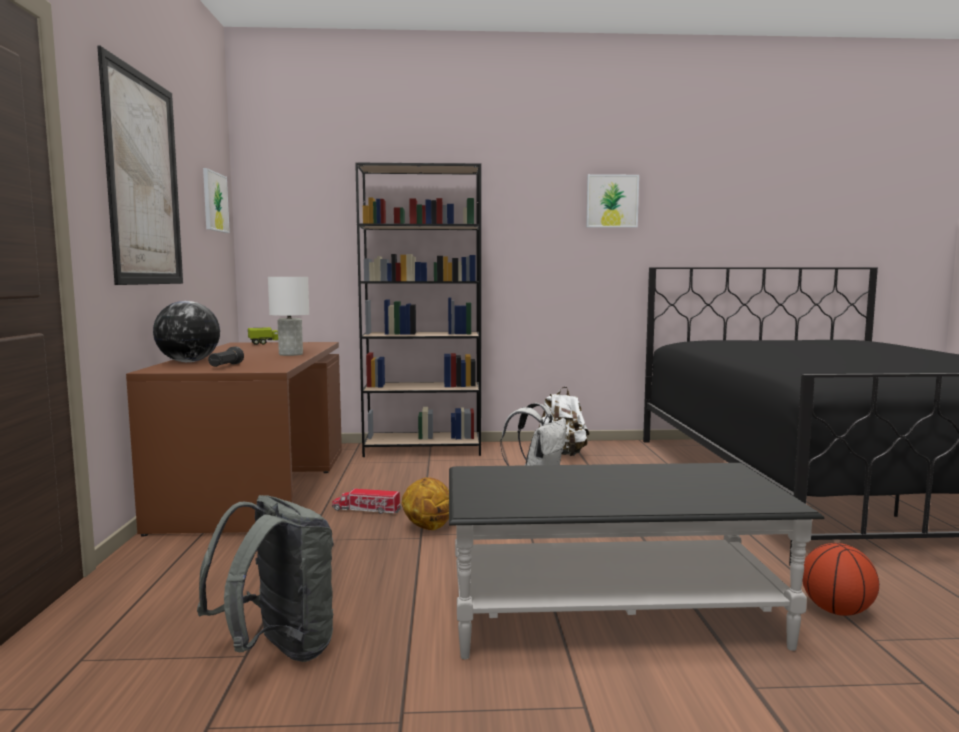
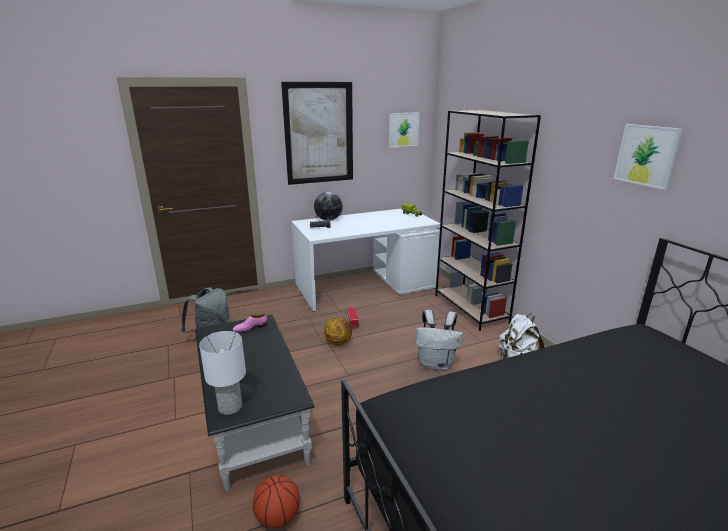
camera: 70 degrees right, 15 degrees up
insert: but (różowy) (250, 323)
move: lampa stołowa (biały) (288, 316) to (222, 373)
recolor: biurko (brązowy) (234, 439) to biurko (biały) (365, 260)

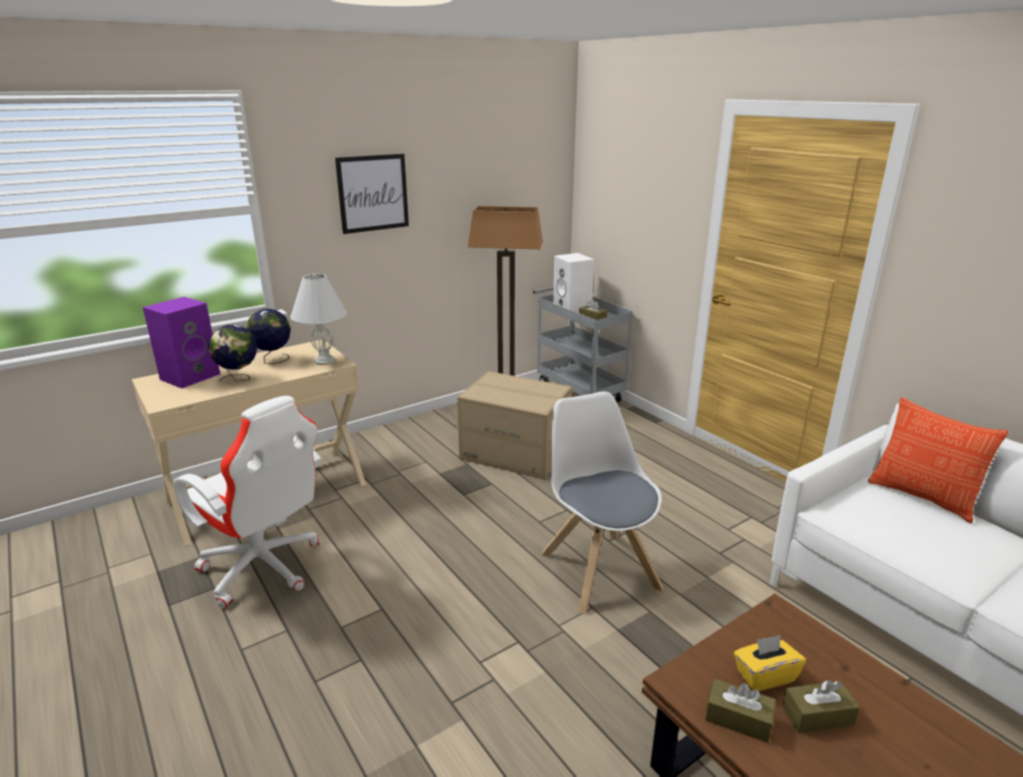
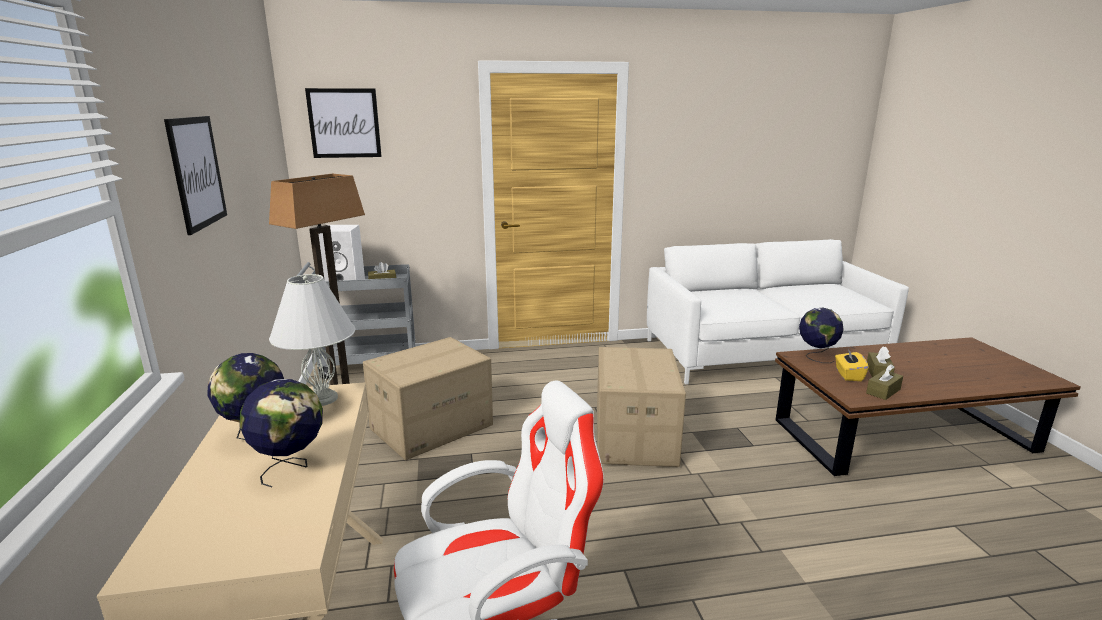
camera: 65 degrees left, 5 degrees down
delete: głośnik (fioletowy) (181, 342); poduszka (pomarańczowy) (938, 460)
insert: obraz (343, 123); globus (821, 335)
replace: krzesło (602, 502) to karton (641, 407)

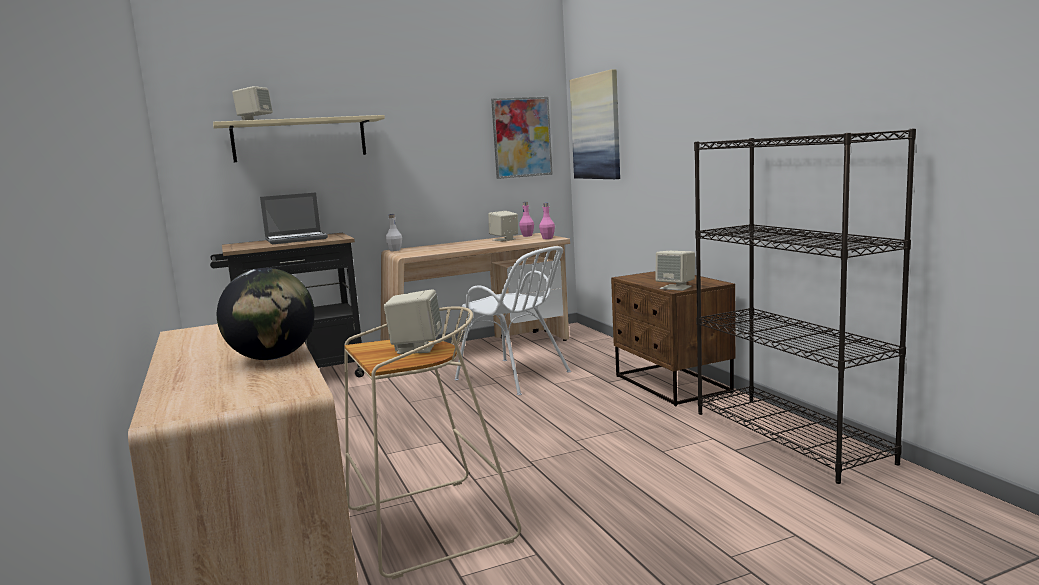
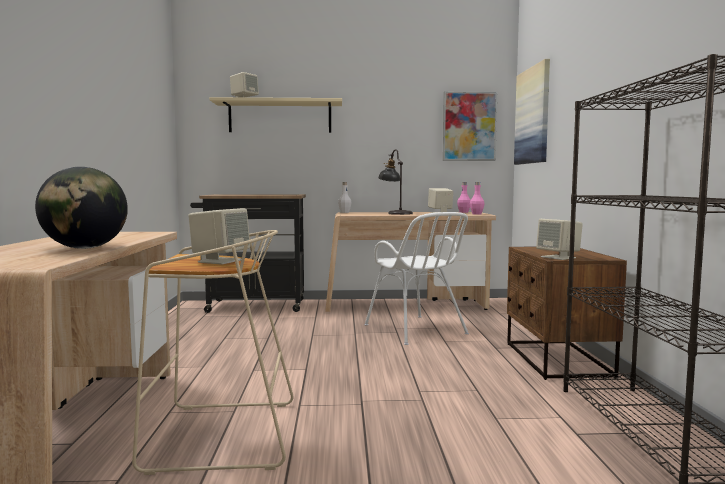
camera: 20 degrees right, 5 degrees down
delete: laptop (294, 218)
insert: lampa stołowa (szary) (395, 182)

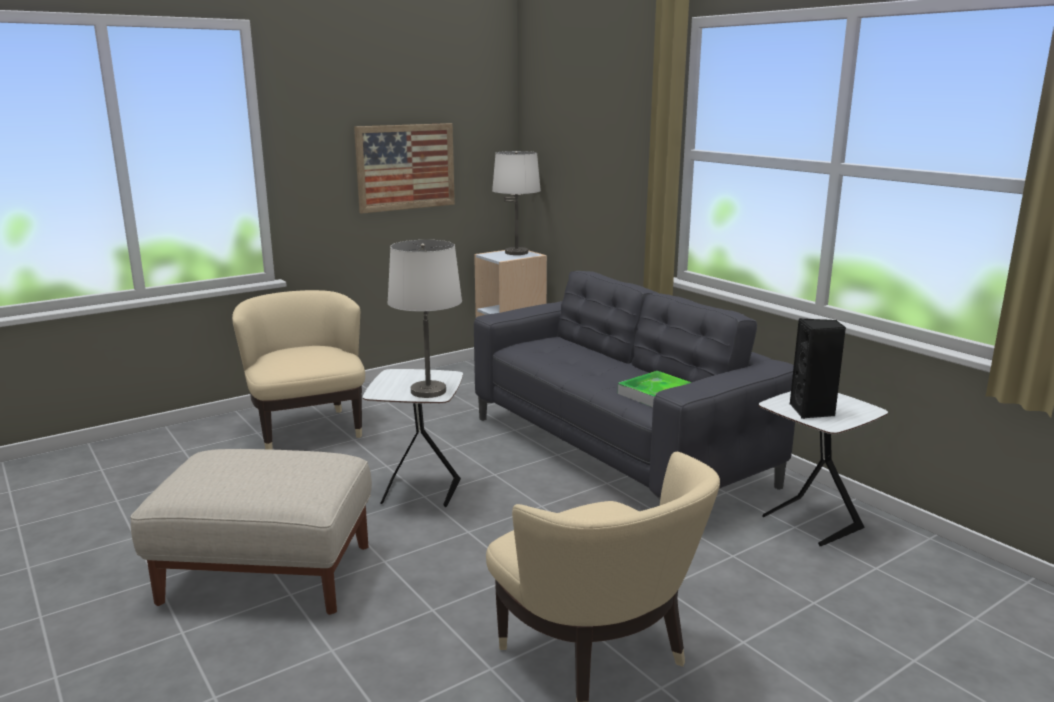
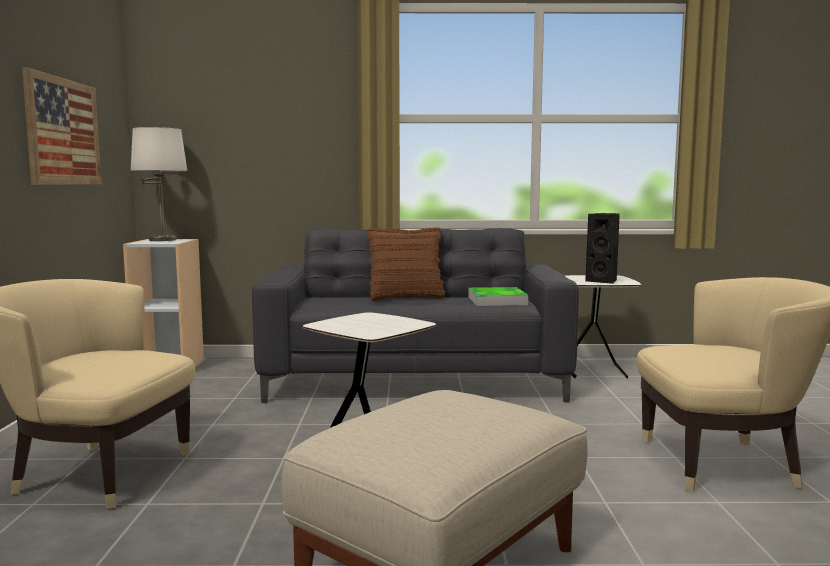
camera: 55 degrees left, 10 degrees down
delete: lampa stołowa (biały) (424, 319)
insert: poduszka (brązowy) (406, 264)

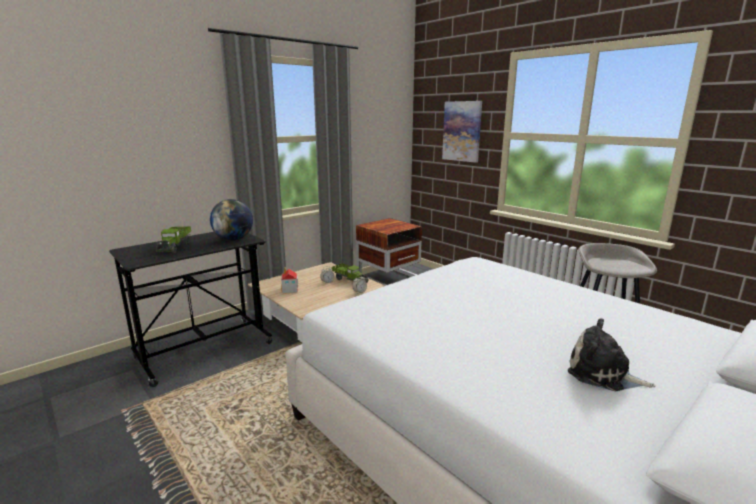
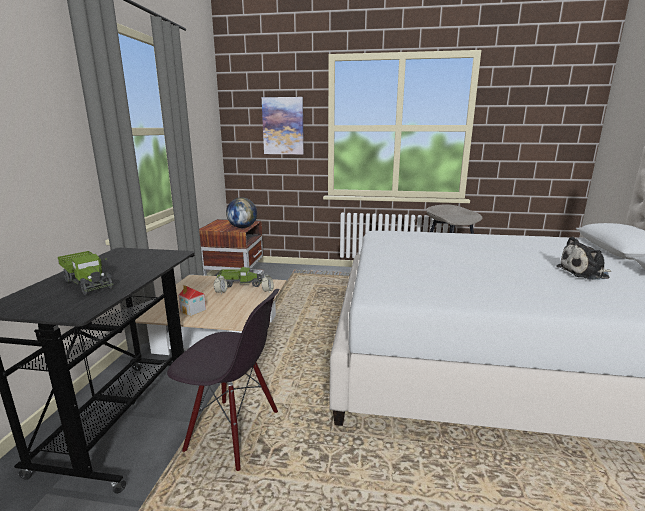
camera: 40 degrees left, 0 degrees up
insert: krzesło (czarny) (223, 380)
move: globus (231, 219) to (241, 213)

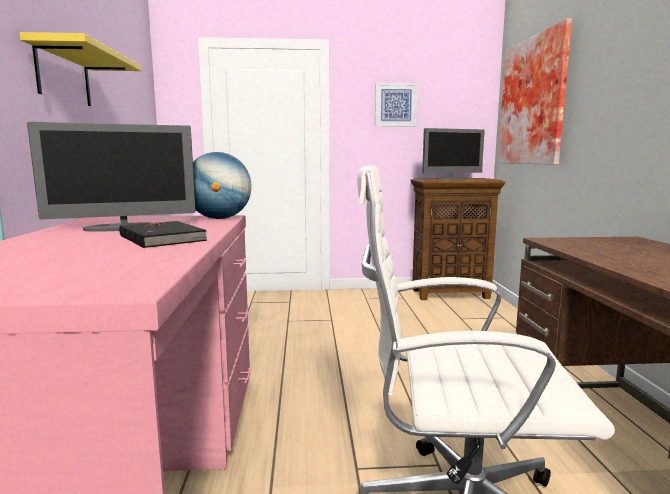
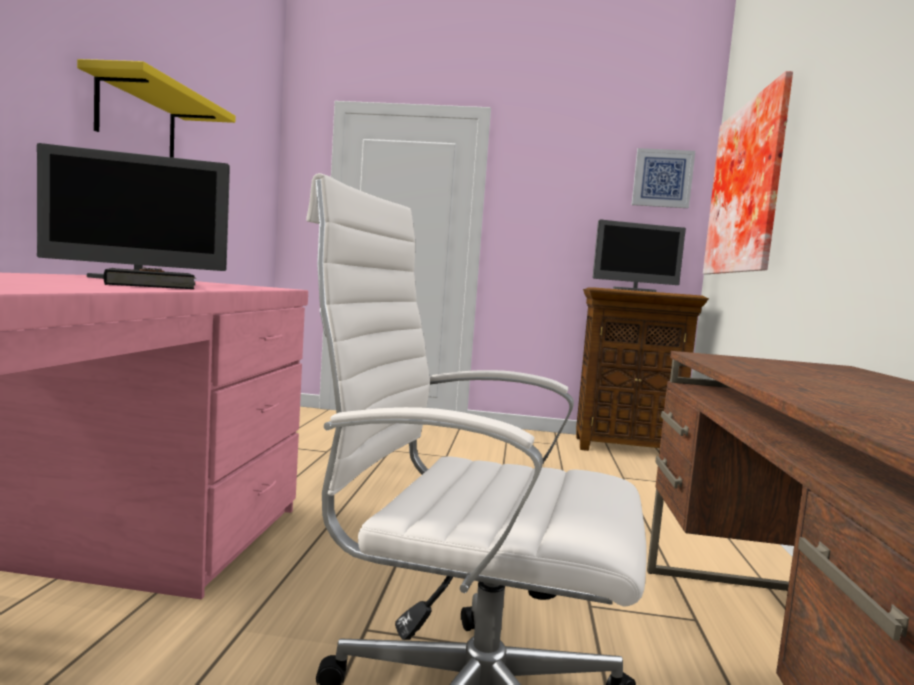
camera: 10 degrees right, 5 degrees down
delete: globus (222, 185)
move: obraz (396, 105) to (663, 178)

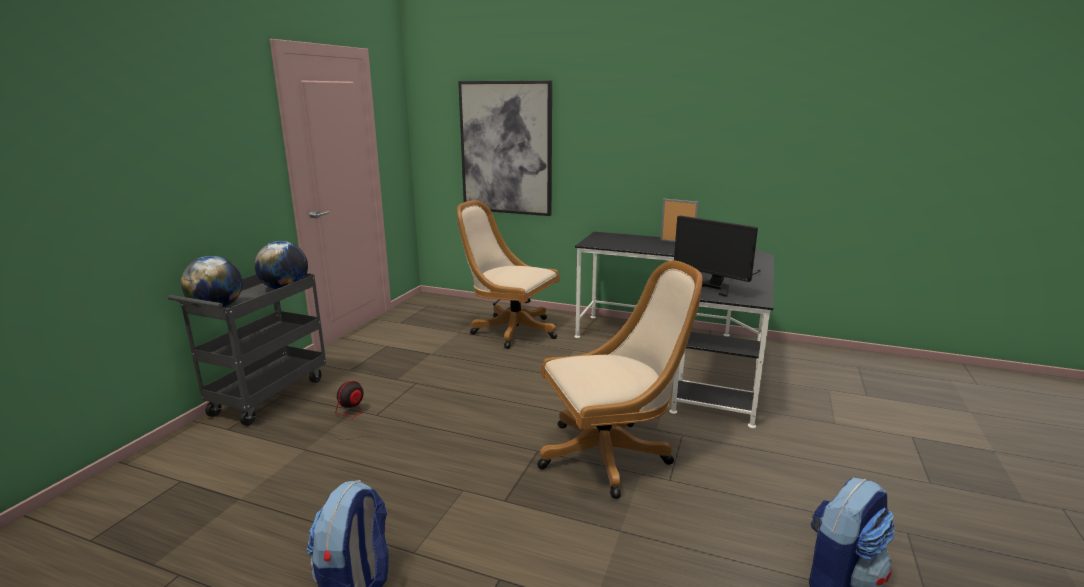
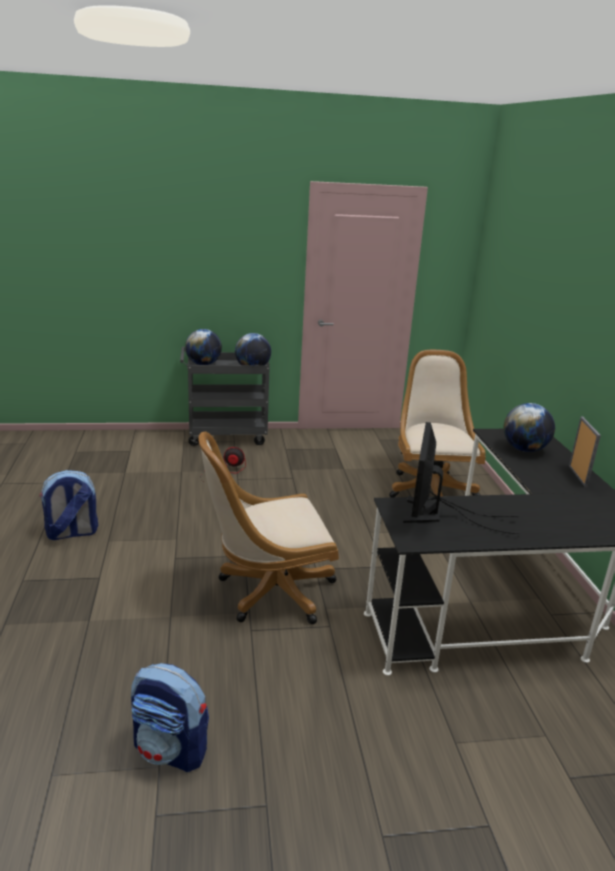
camera: 60 degrees right, 5 degrees up
delete: obraz (505, 148)
insert: globus (529, 427)
rotate: krzesło biurowe (620, 380) = (268, 528) 120 degrees clockwise

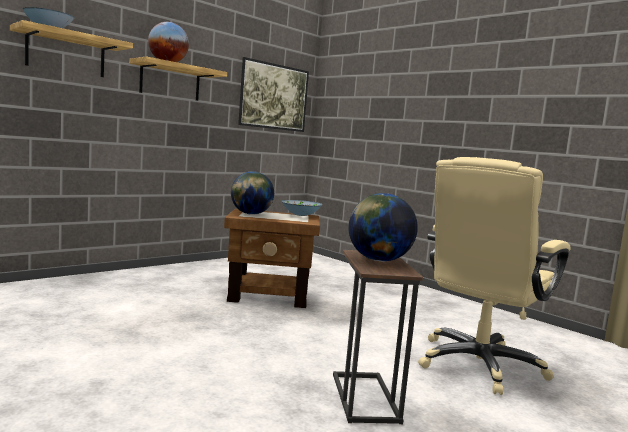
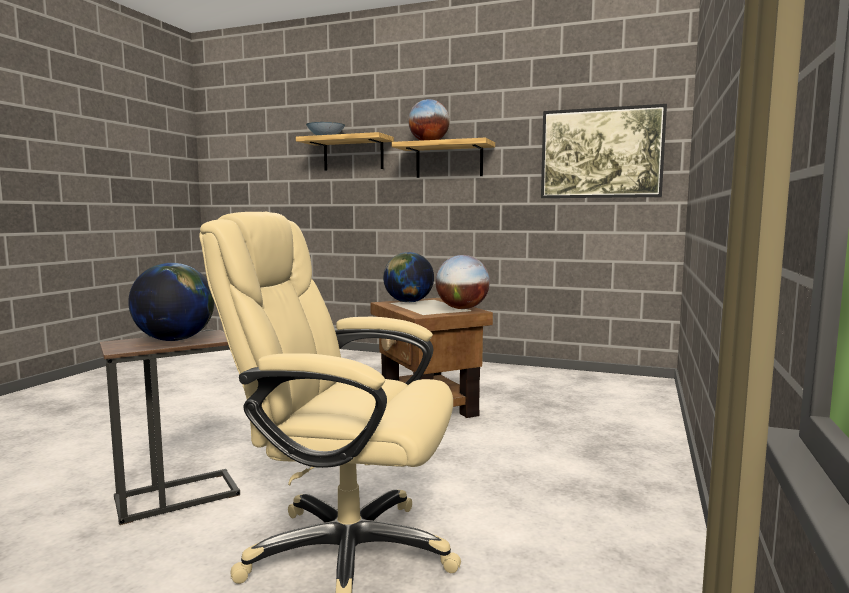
camera: 65 degrees right, 0 degrees up
replace: miska (302, 208) to globus (462, 282)

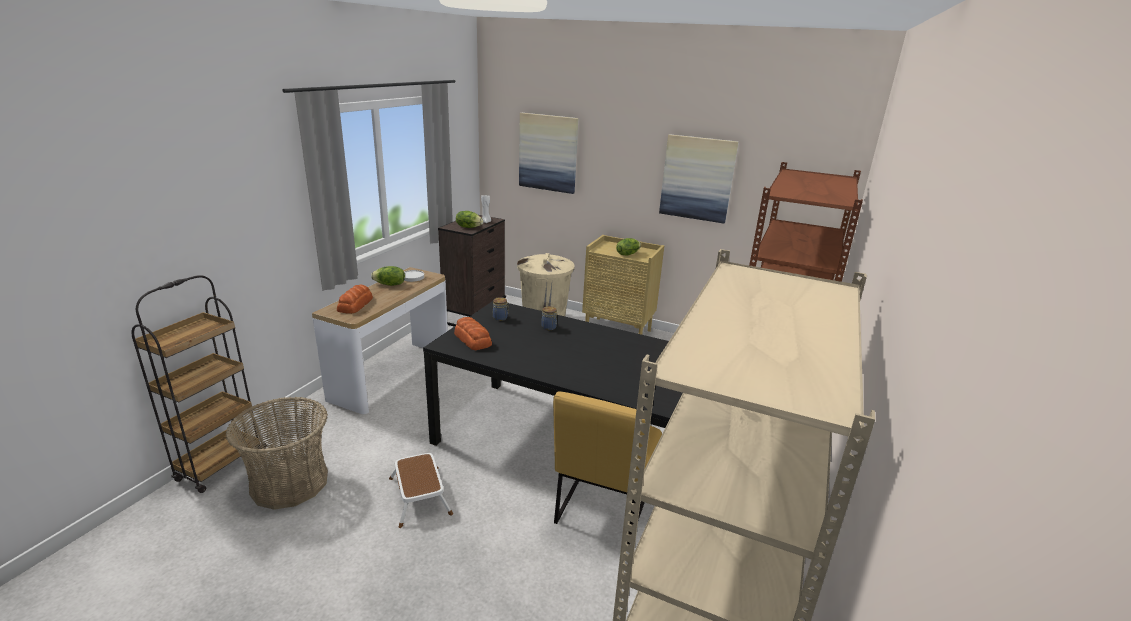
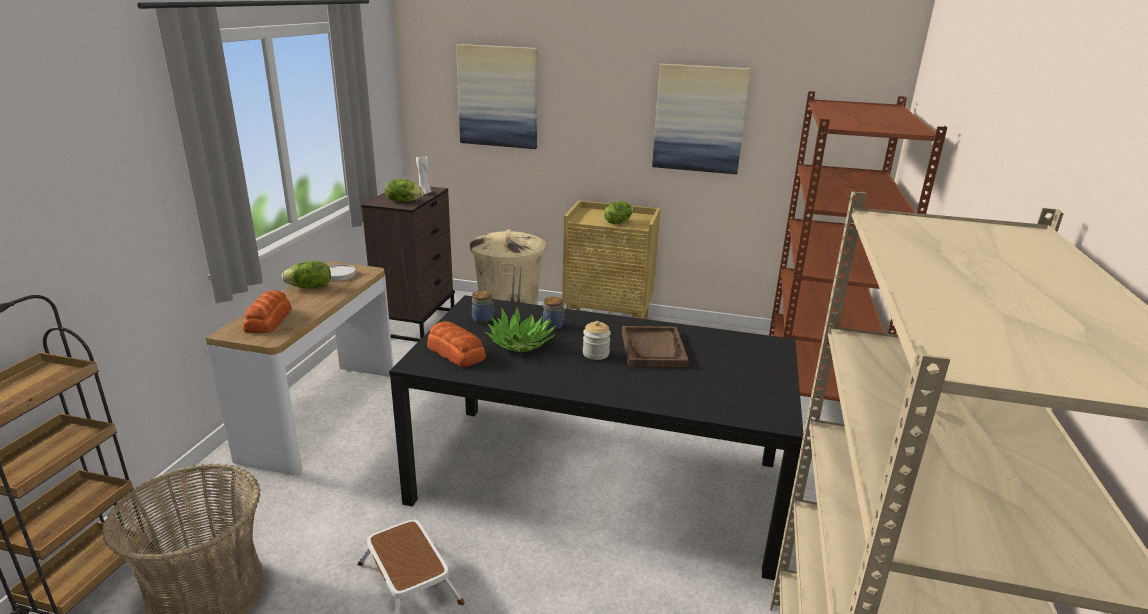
camera: 10 degrees left, 0 degrees up
delete: krzesło (żółty) (607, 468)
insert: roślina doniczkowa (520, 330); słoik (597, 340); taca (brązowy) (655, 346)

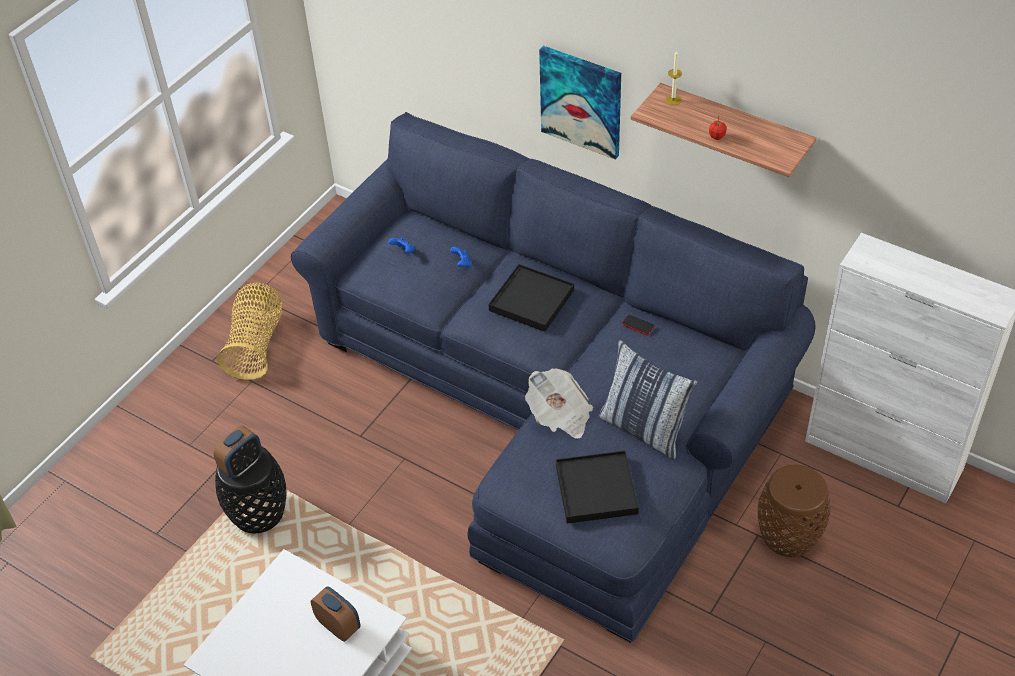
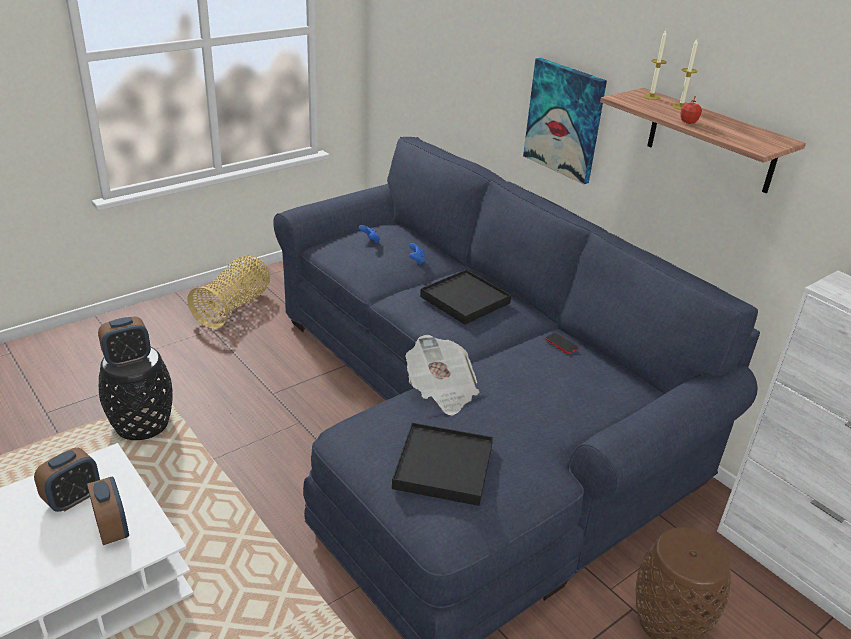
camera: 15 degrees right, 15 degrees down
delete: poduszka (648, 400)
insert: budzik (67, 480); świeca (685, 74)

